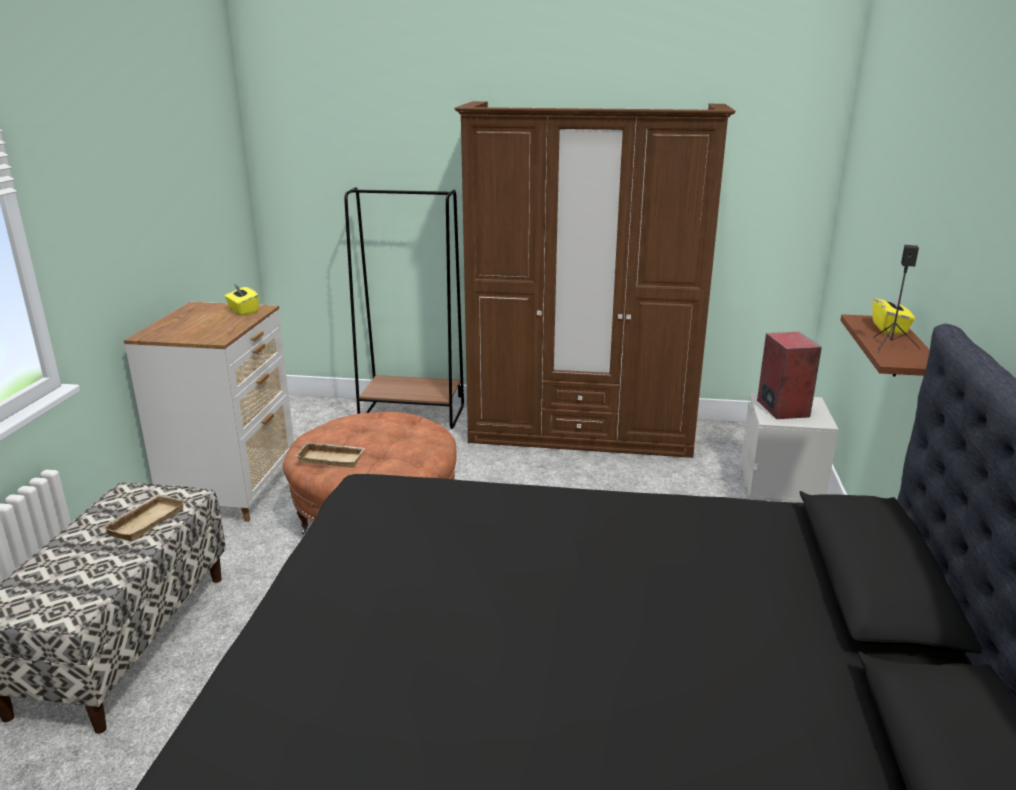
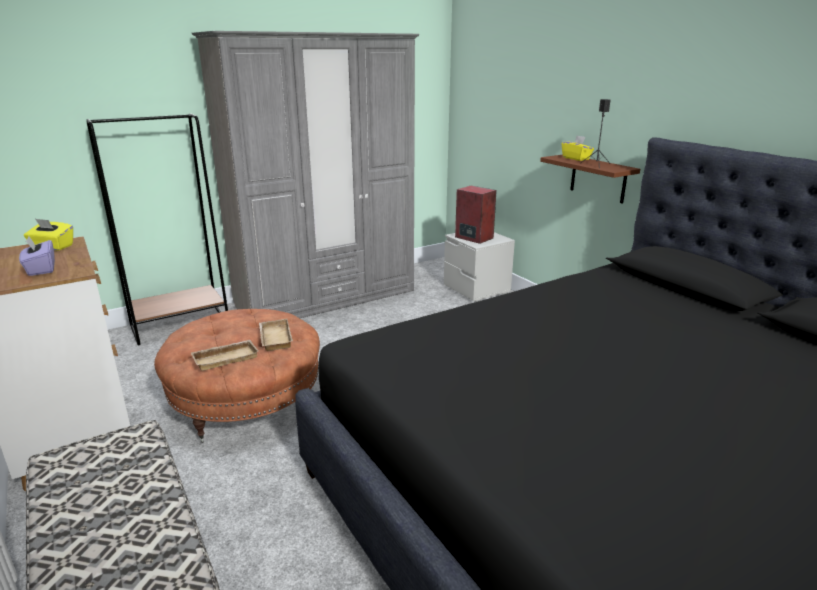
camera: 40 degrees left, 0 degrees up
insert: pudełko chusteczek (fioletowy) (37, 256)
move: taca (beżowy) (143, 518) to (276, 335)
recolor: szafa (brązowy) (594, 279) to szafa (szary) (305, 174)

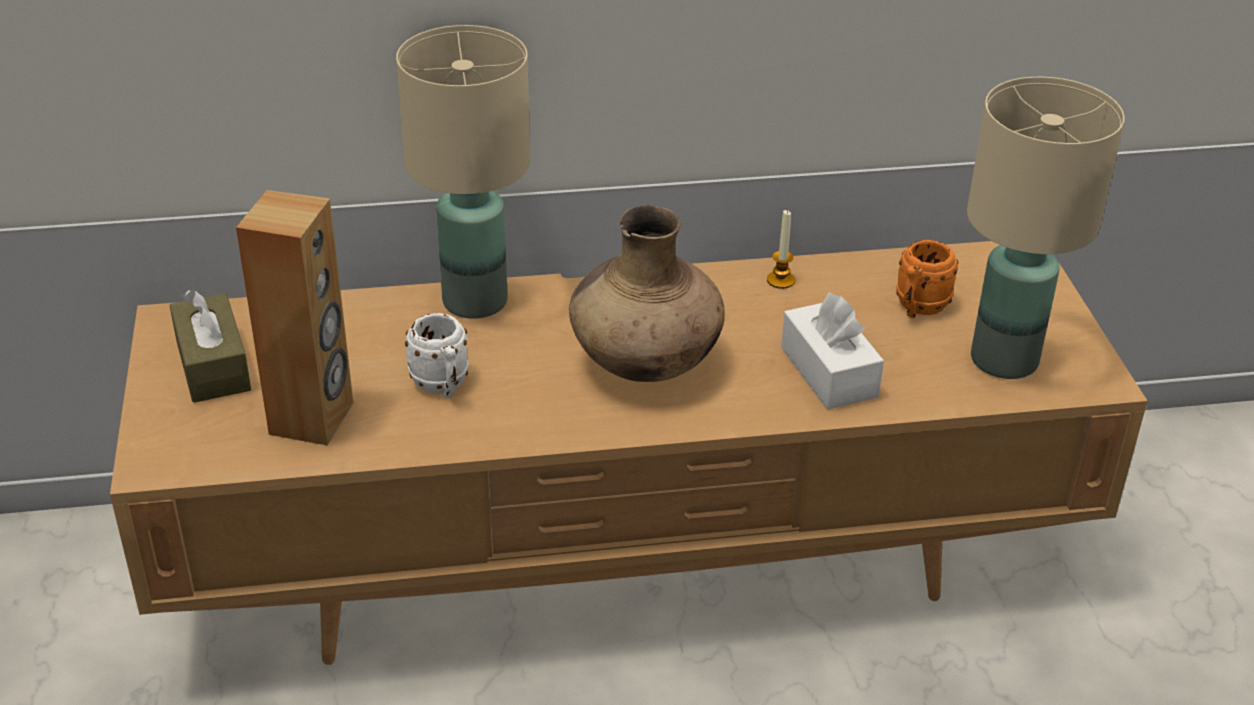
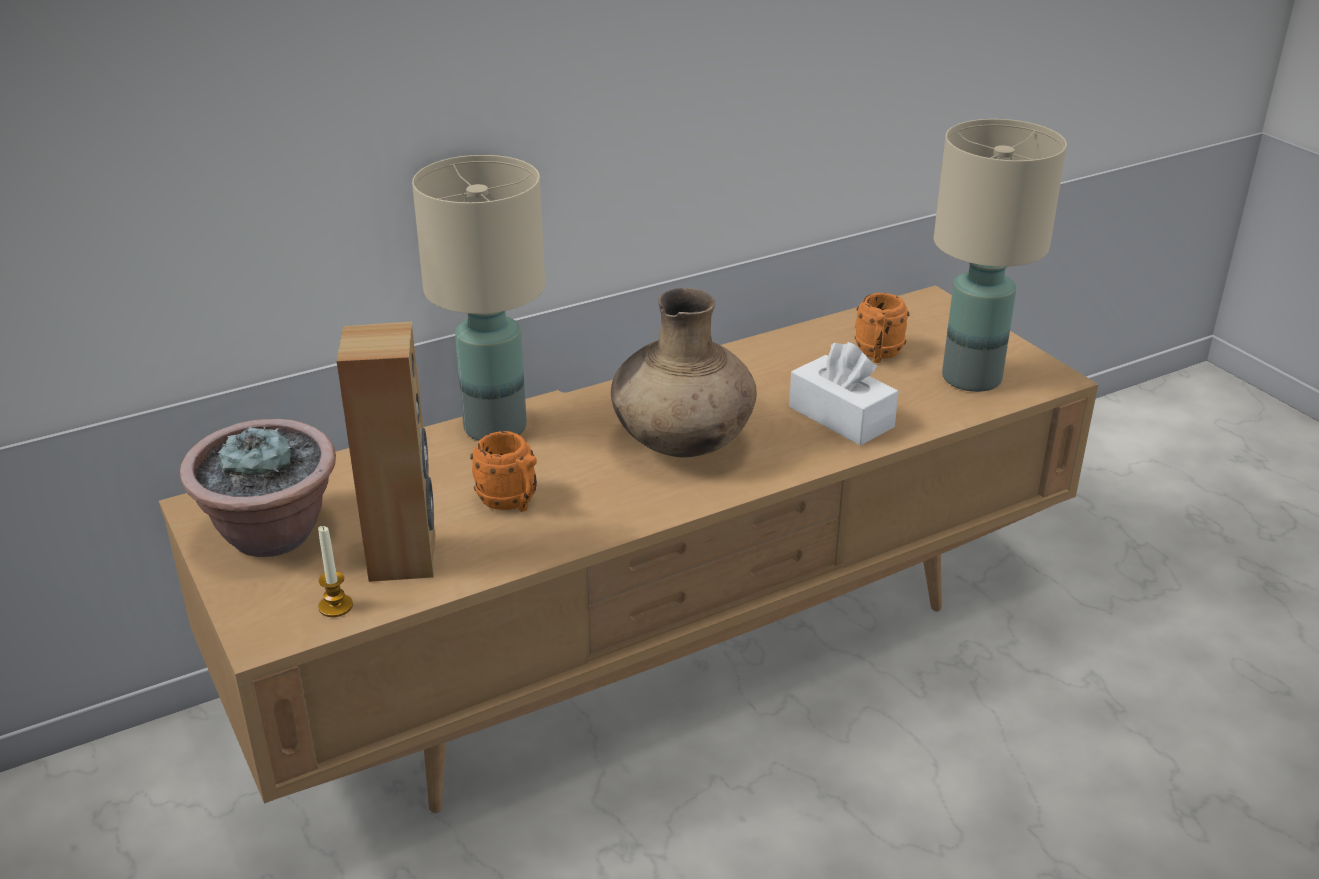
camera: 20 degrees left, 5 degrees down
move: świeca (781, 249) to (335, 571)
replace: pudełko chusteczek (brązowy) (210, 346) to roślina doniczkowa (258, 488)
recolor: kubek (biały) (437, 356) to kubek (pomarańczowy) (503, 471)

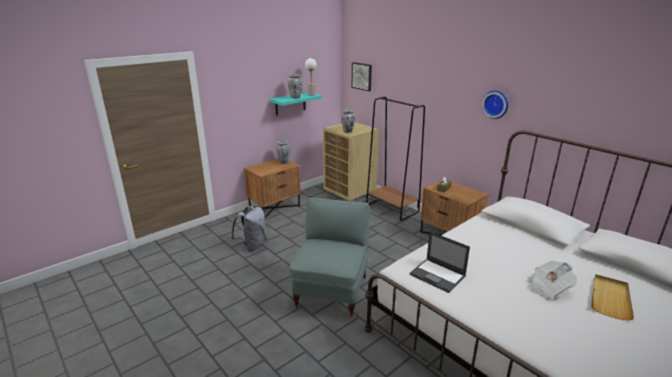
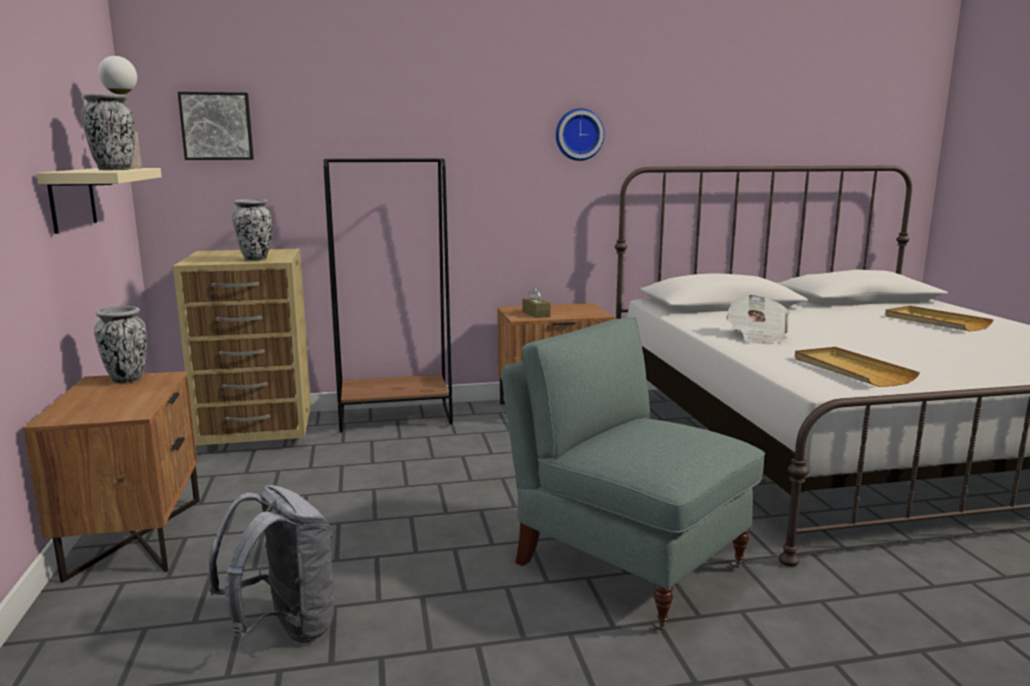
camera: 60 degrees left, 10 degrees down
move: gazeta (551, 280) to (758, 319)
replace: laptop (440, 262) to taca (beżowy) (857, 367)
recolor: półka (turkusowy) (296, 104) to półka (beżowy) (99, 201)

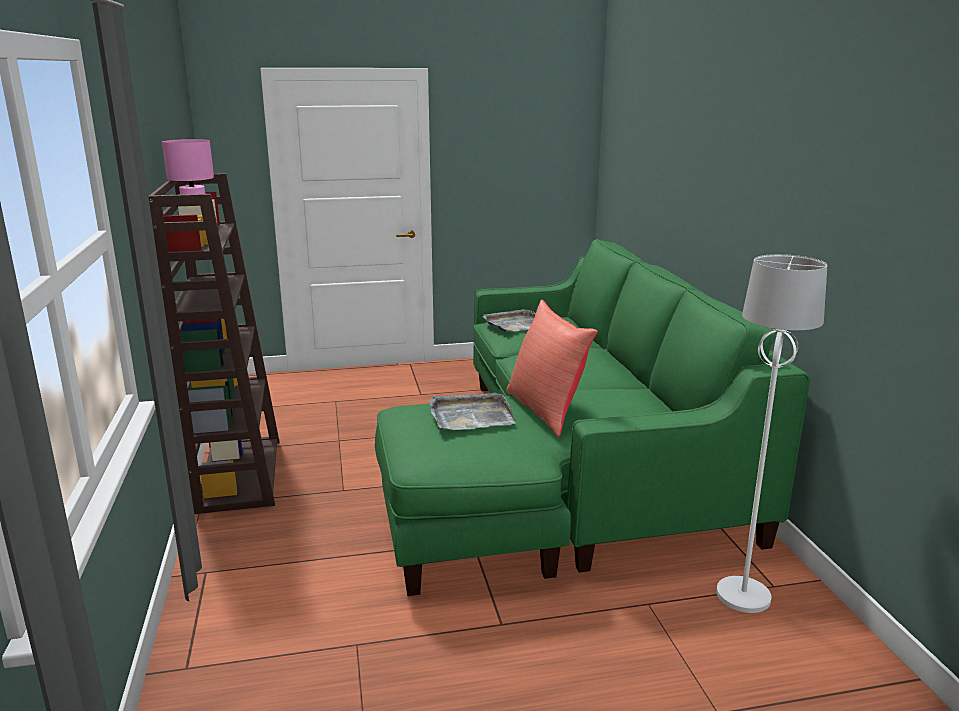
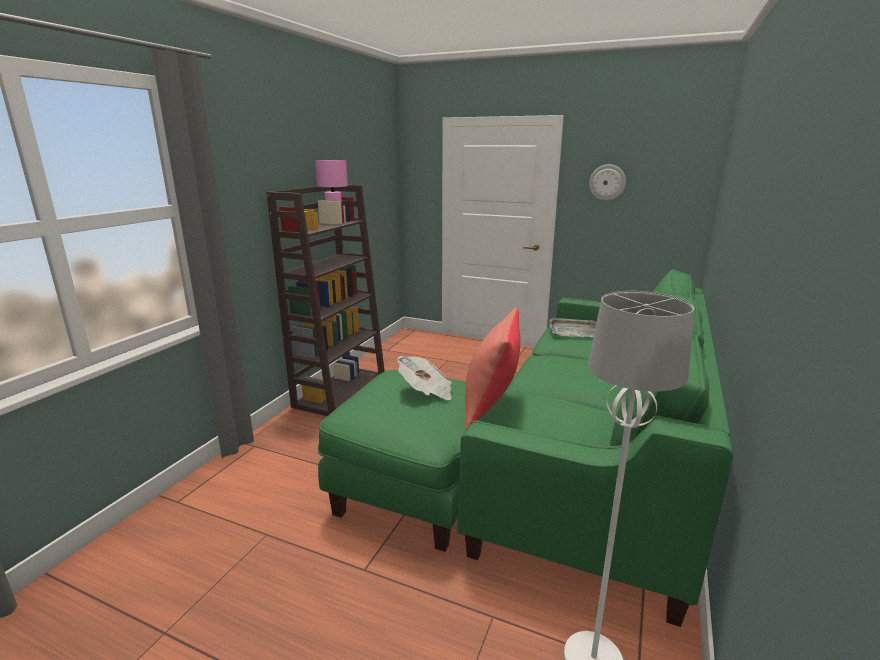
camera: 35 degrees right, 0 degrees up
insert: zegar ścienny (607, 182)
replace: taca (szary) (473, 411) to gazeta (424, 378)

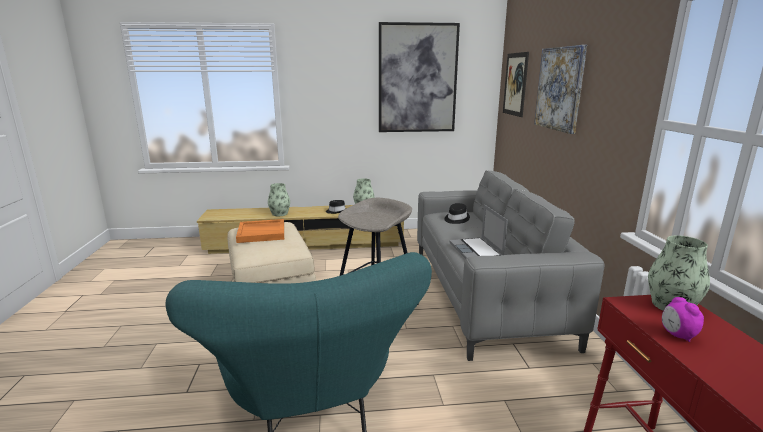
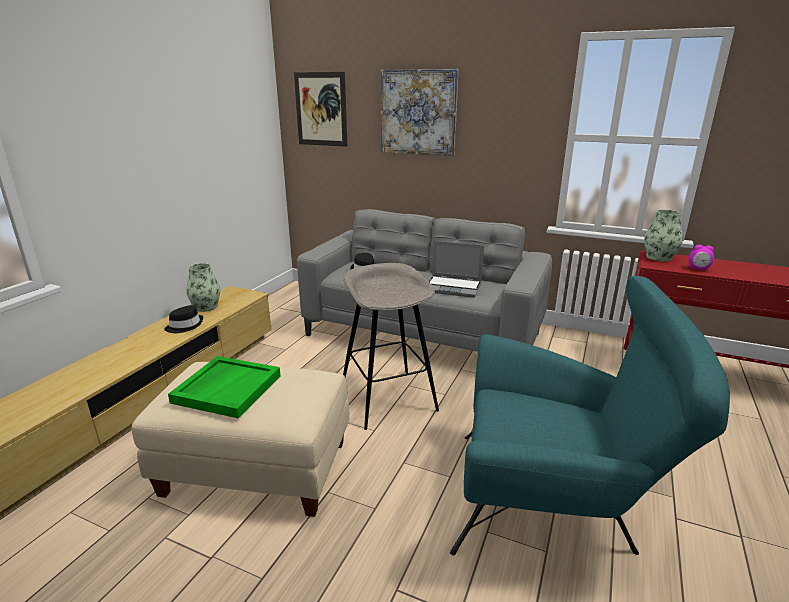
camera: 60 degrees left, 5 degrees up
delete: wazon (279, 199); obraz (419, 77)
recolor: taca (pomarańczowy) (260, 231) to taca (zielony) (224, 387)

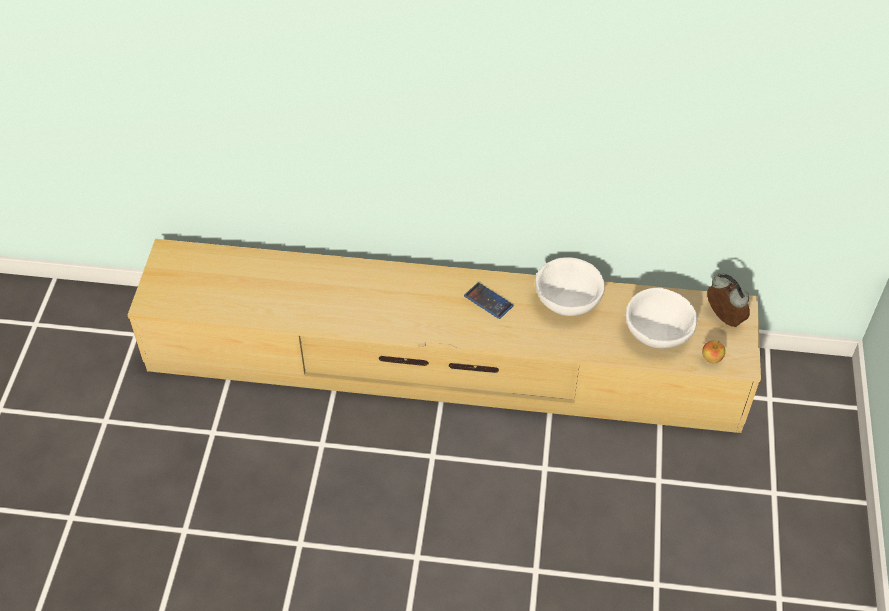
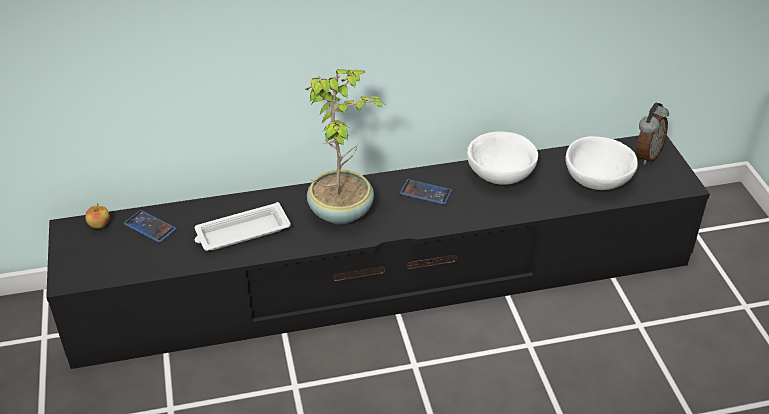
camera: 20 degrees left, 10 degrees down
insert: telefon (150, 226); taca (biały) (242, 226); roślina doniczkowa (346, 146)
move: jabłko (713, 352) to (97, 216)
recolor: szafka pod telewizor (beżowy) (444, 336) to szafka pod telewizor (czarny) (378, 252)
rotate: budzik (728, 300) = (653, 134) 90 degrees clockwise

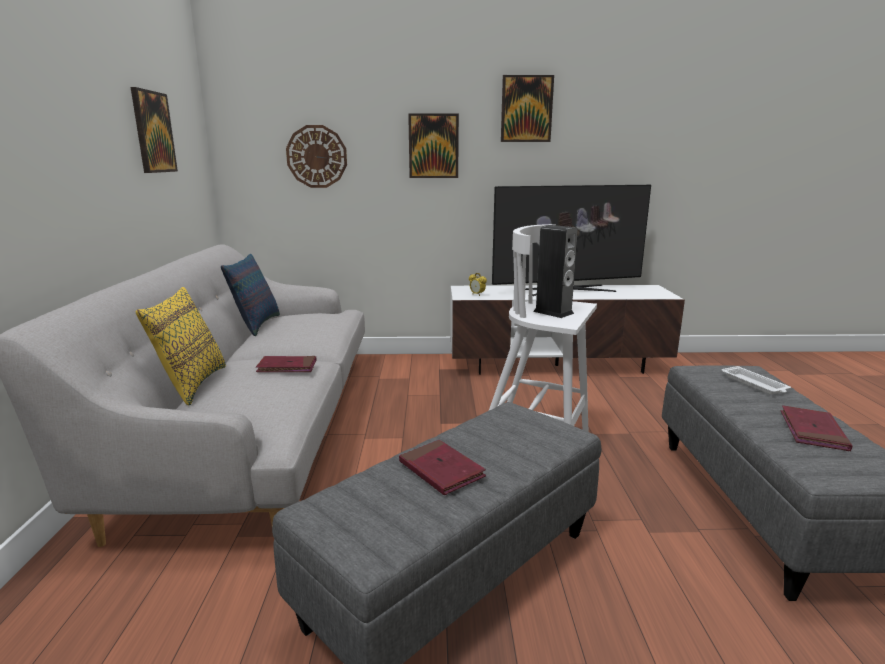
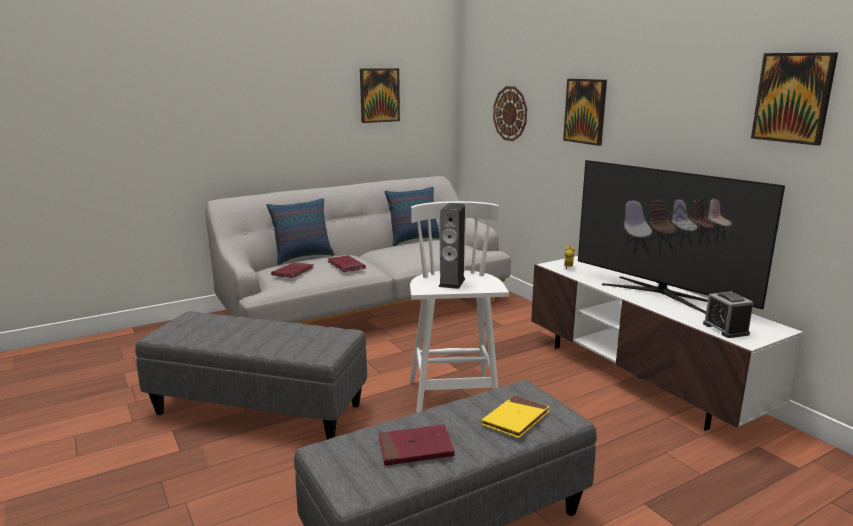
camera: 60 degrees right, 0 degrees up
insert: budzik (728, 315)
move: książka (czerwony) (442, 467) to (292, 270); obraz (527, 108) to (794, 99)
replace: taca (biały) (756, 380) to książka (żółty) (515, 416)
recolor: poduszka (żółty) (181, 346) to poduszka (niebieski) (300, 231)

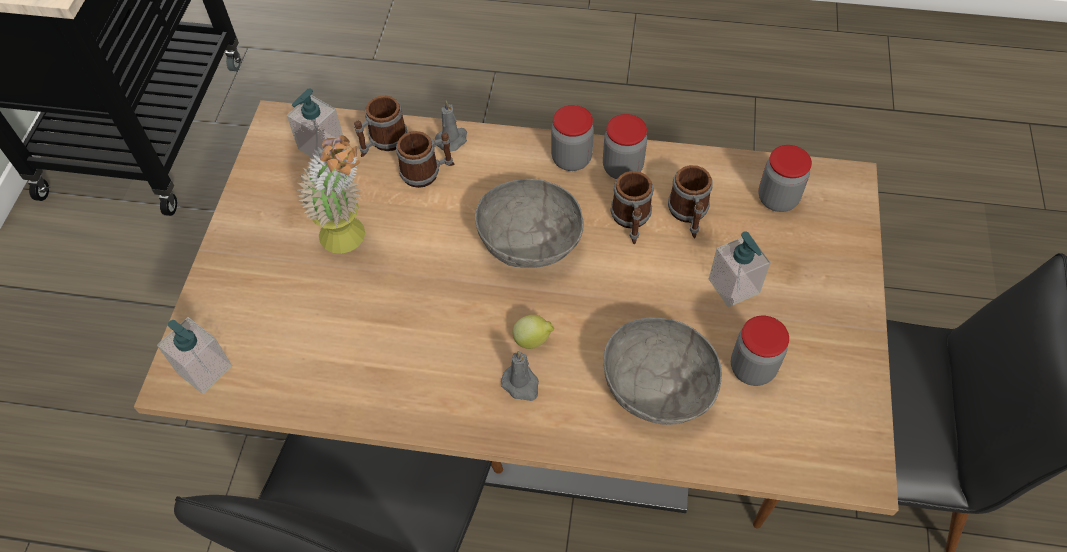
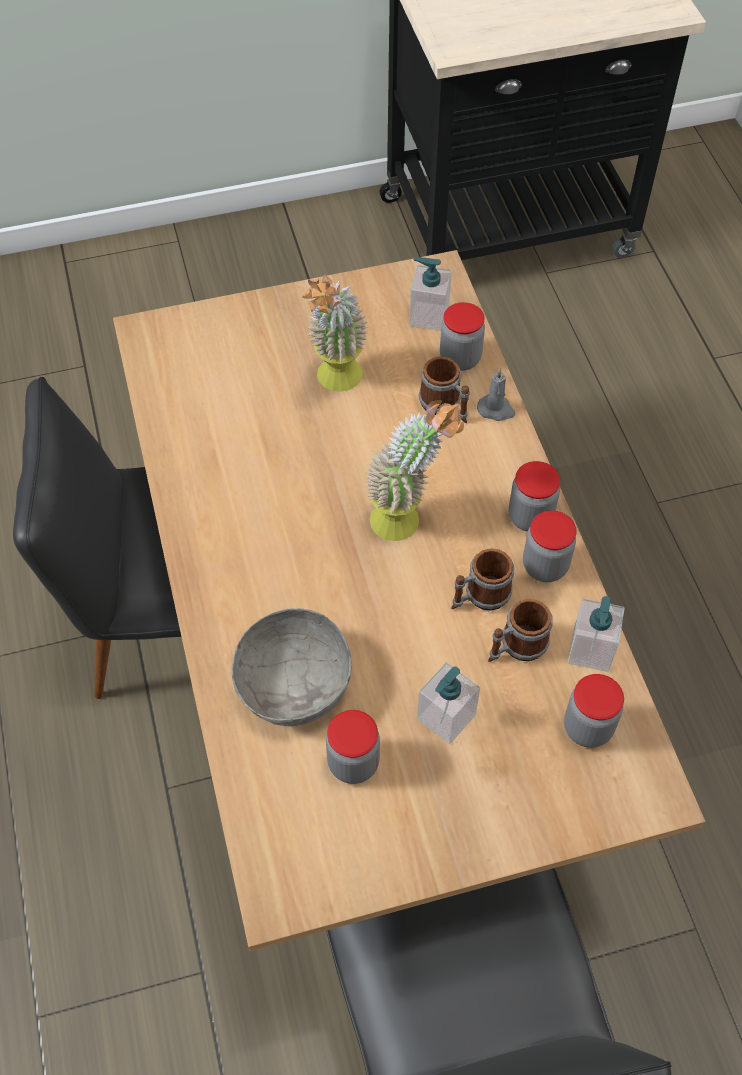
camera: 65 degrees right, 0 degrees up
delete: świeca (szary) (520, 376); cytryna (533, 332)
move: dozownik mydła (194, 355) to (596, 634)
replace: kubek (380, 126) to słoik (462, 336); miska (szary) (529, 223) to roślina doniczkowa (415, 470)

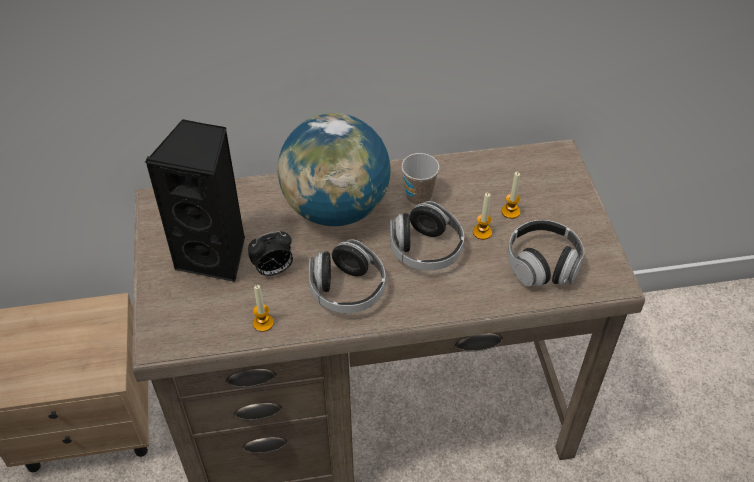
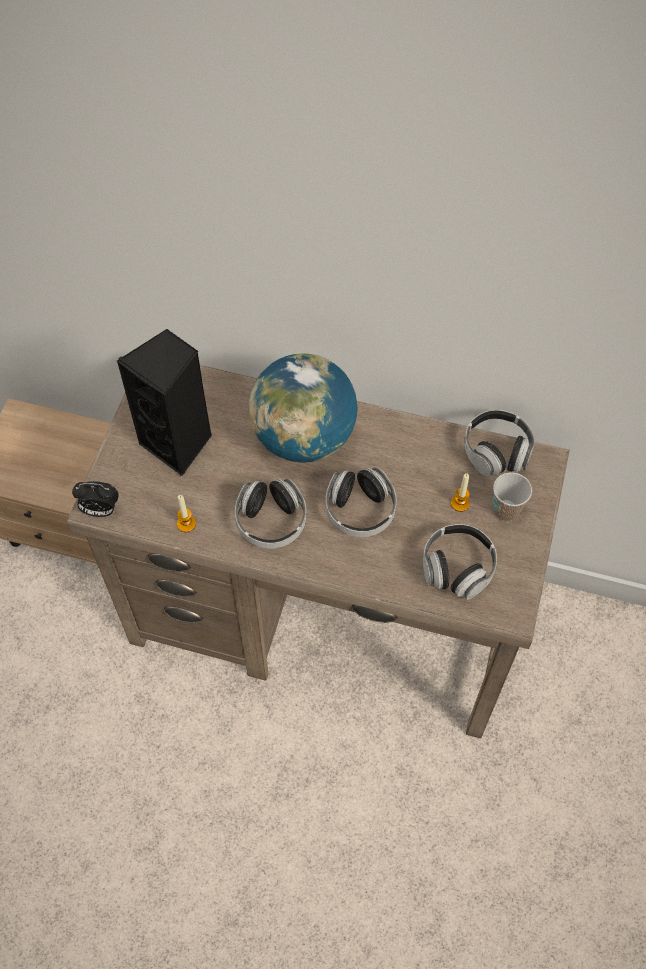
camera: 25 degrees right, 10 degrees up
delete: świeca (482, 216)
insert: słuchawki (499, 443)
move: budzik (270, 253) to (95, 499); filiżanka (420, 179) to (512, 496)

